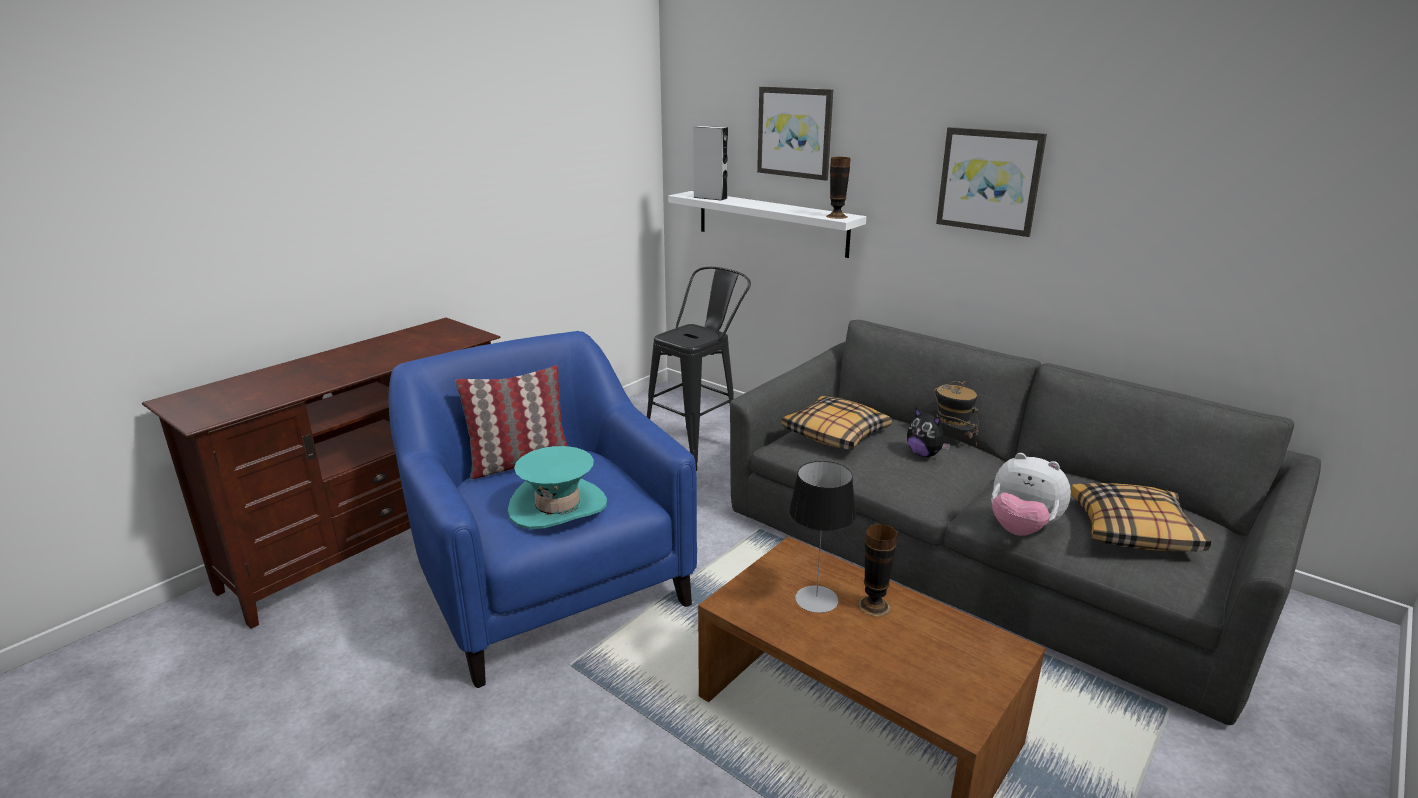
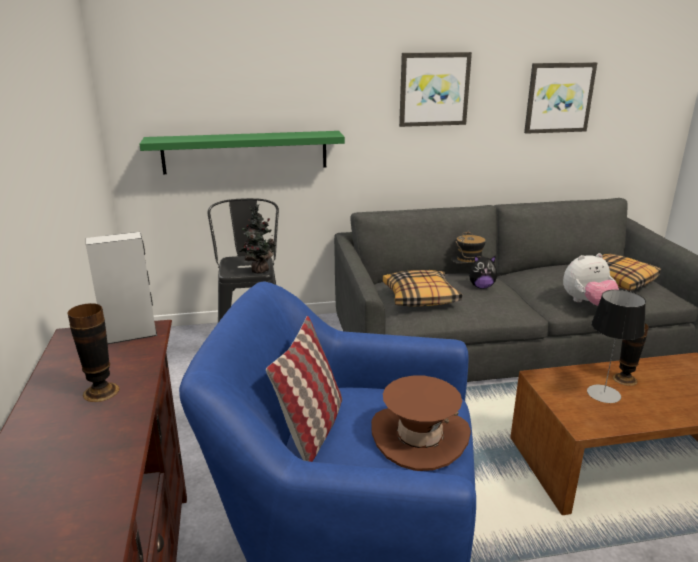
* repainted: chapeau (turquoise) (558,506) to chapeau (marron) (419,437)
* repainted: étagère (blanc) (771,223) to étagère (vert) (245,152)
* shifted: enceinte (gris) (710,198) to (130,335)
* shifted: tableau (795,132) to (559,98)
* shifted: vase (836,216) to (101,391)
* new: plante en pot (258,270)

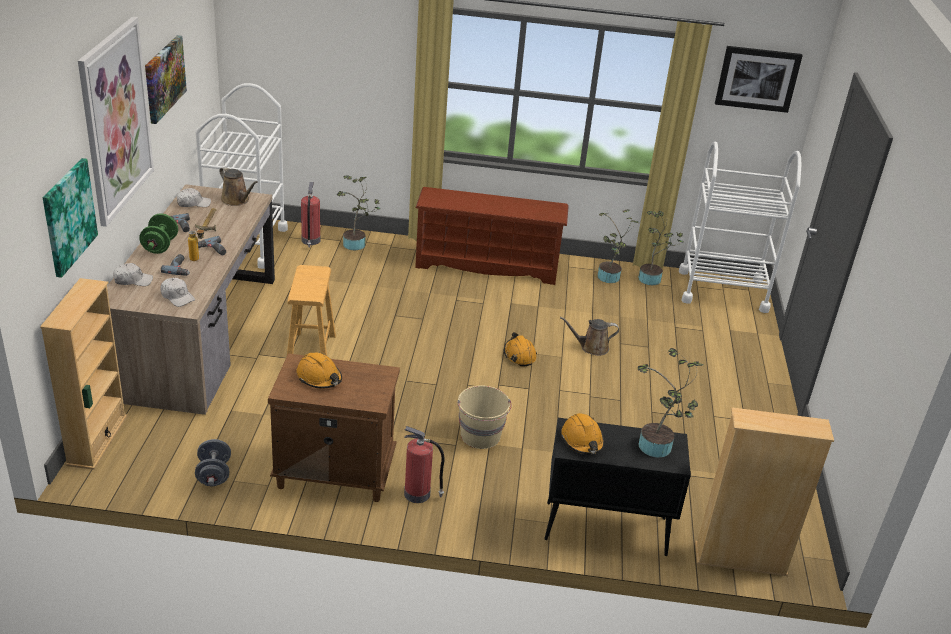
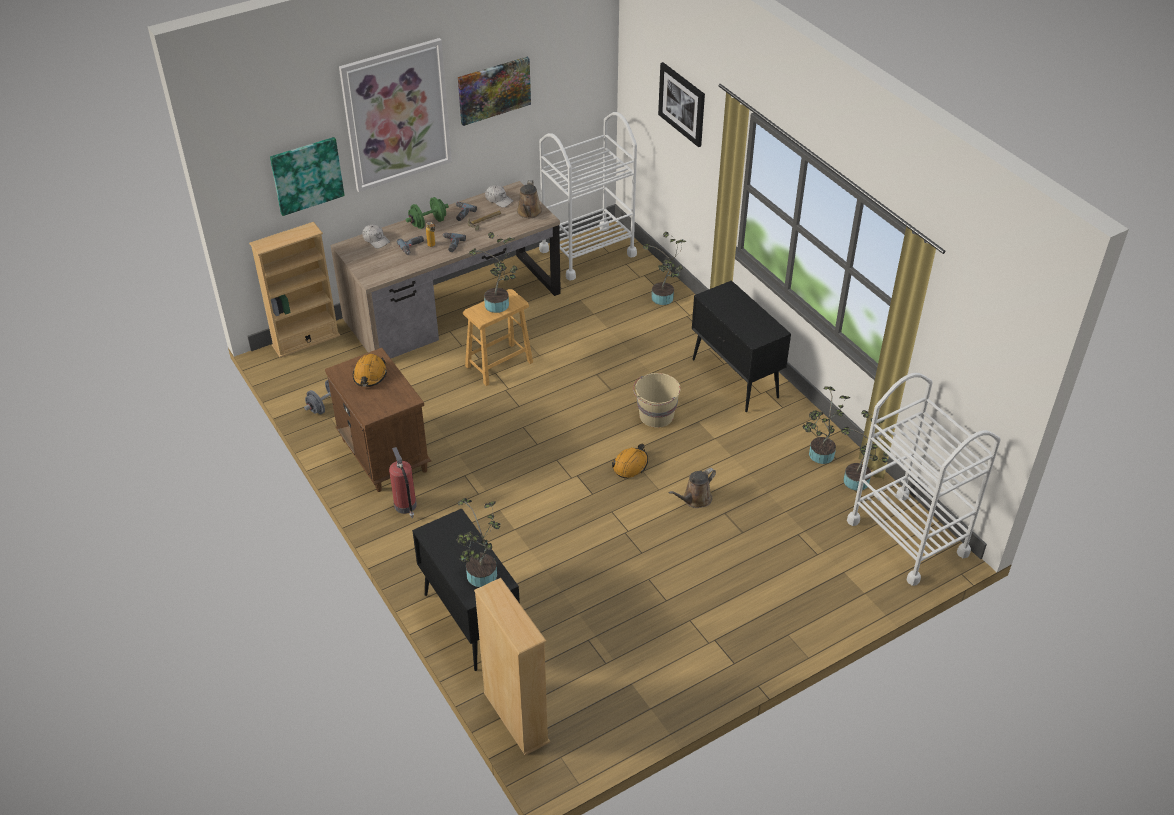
* gone: casquette (blanc) (177,297)
* gone: extincteur (310,241)
* swapped: étagère à chaussures (marron) (487,265) to meuble de rangement (noir) (735,379)
* shifted: seau (beige) (480,436) to (656,416)
* rotated: arrosoir (marron) (591,347) = (695,499) 90 degrees counterclockwise
* gone: casque de chantier (orange) (582,441)
* shifted: tableau (757,78) to (682,104)
* new: plante en pot (499,306)

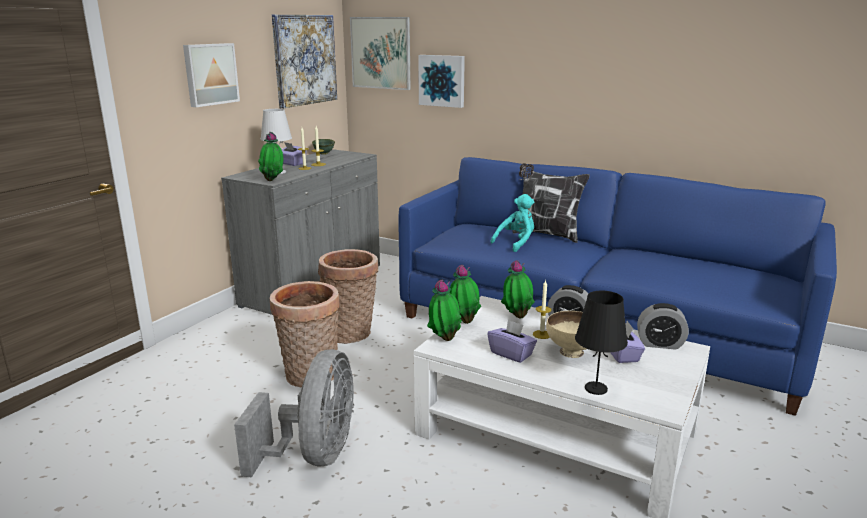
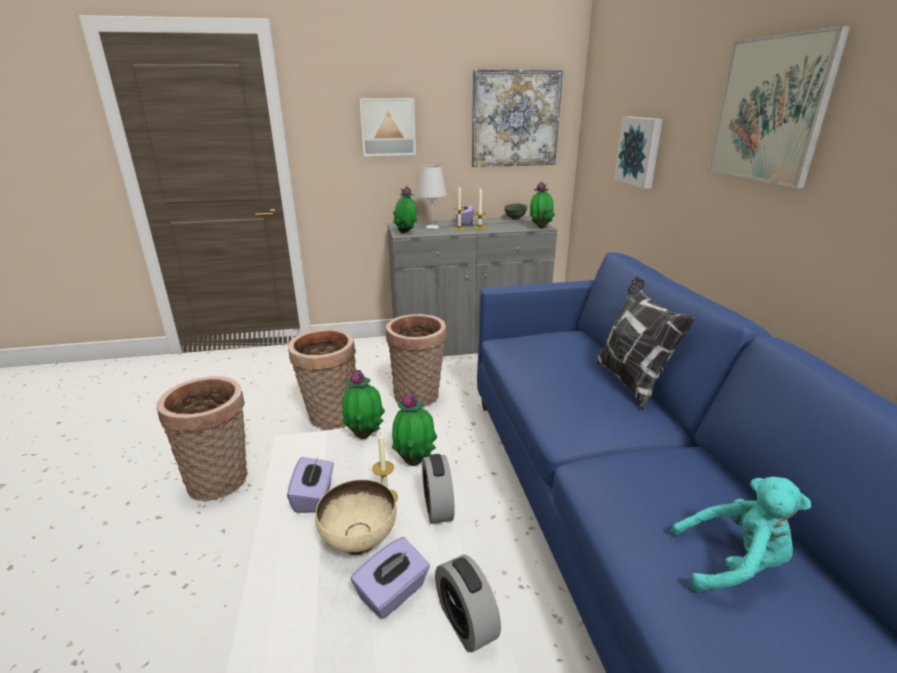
* swapped: ventilateur (gris) (315,455) to panier (222,481)
* shifted: tableau (381,53) to (770,110)
* shifted: plante en pot (444,339) to (540,227)
* shifted: peluche (turquoise) (516,243) to (732,564)
* gone: lampe de table (noir) (595,388)

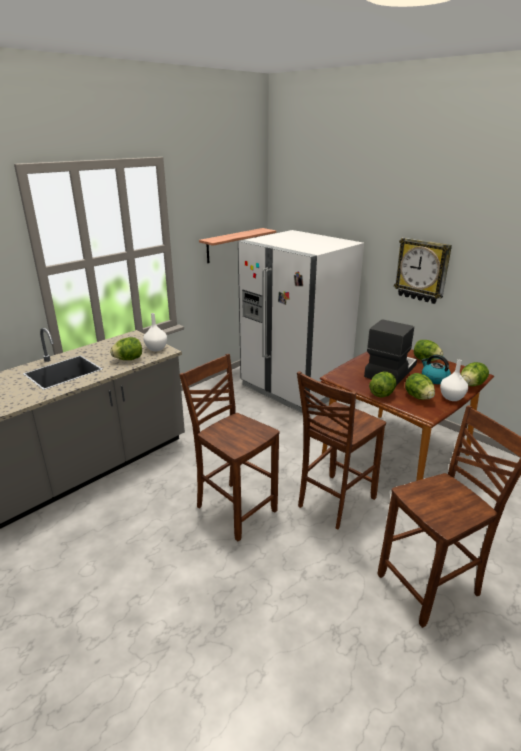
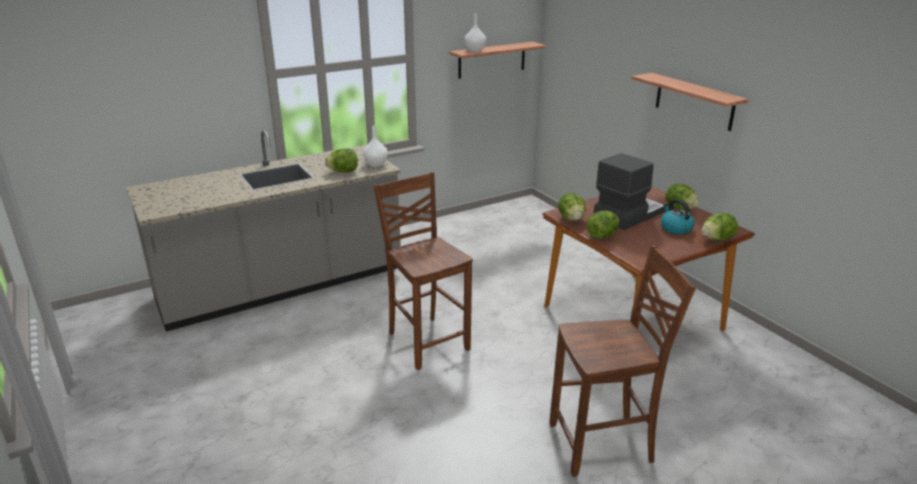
* gone: réfrigérateur (blanc) (295,387)
* gone: chaise (marron) (334,502)
* swapped: horloge murale (422,270) to étagère (694,101)
* shifted: laitue (418,397) to (571,219)
* shifted: vase (blanc) (452,398) to (475,51)

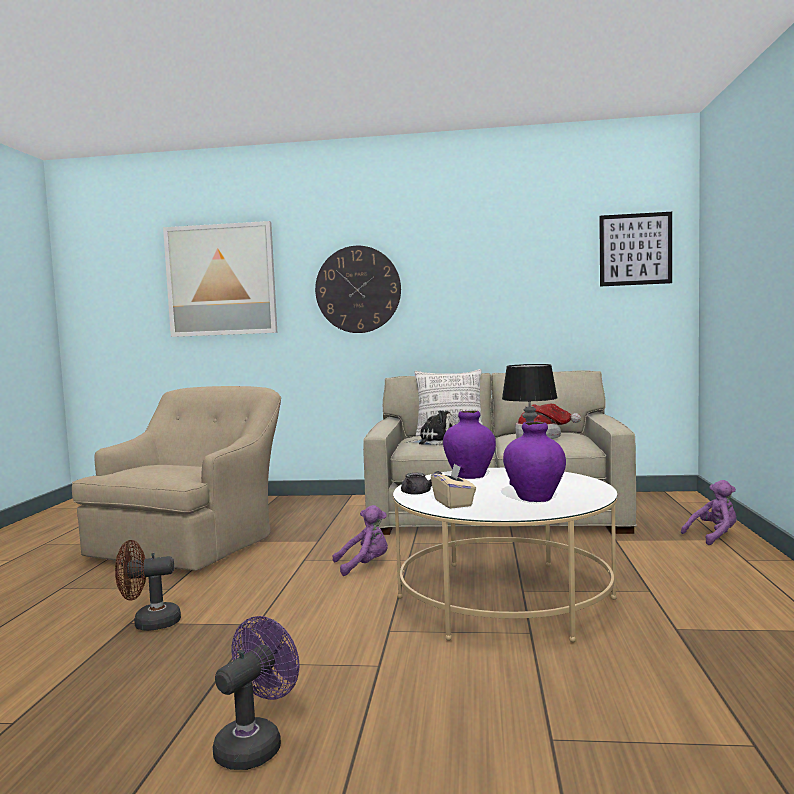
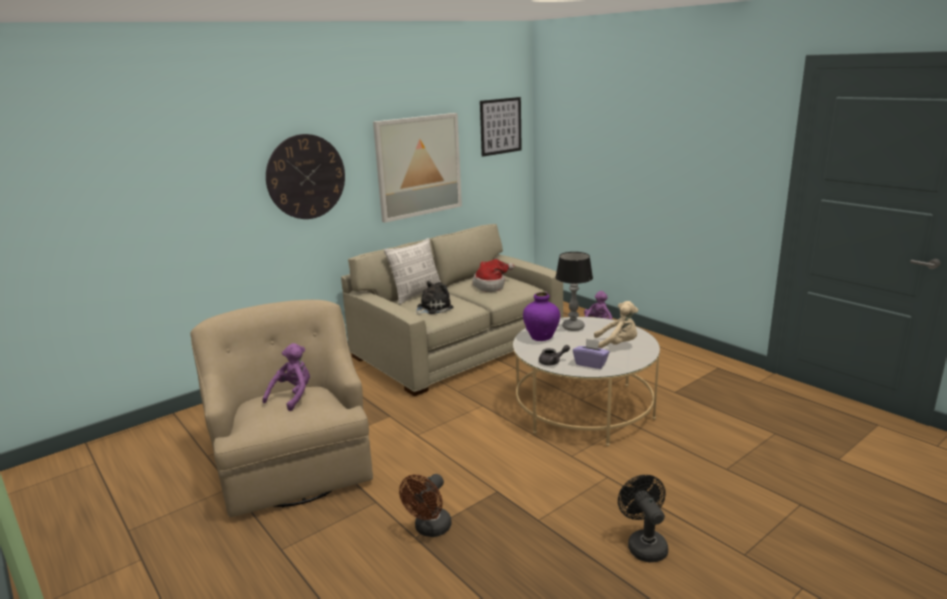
* shifted: tableau (221,280) to (418,166)
* repainted: ventilateur (violet) (255,744) to ventilateur (noir) (644,544)
* shifted: peluche (violet) (364,565) to (293,396)
* repainted: boîte à mouchoirs (beige) (453,503) to boîte à mouchoirs (violet) (591,364)
* swapped: vase (violet) (534,498) to peluche (beige) (617,345)

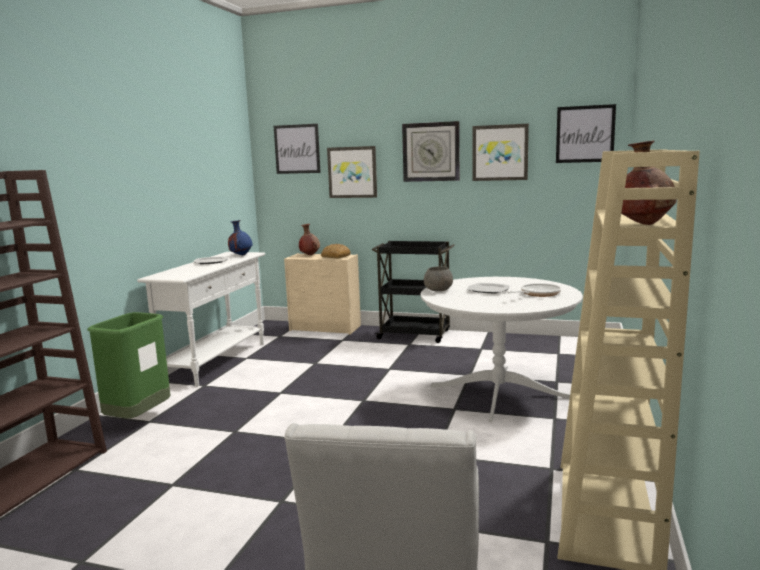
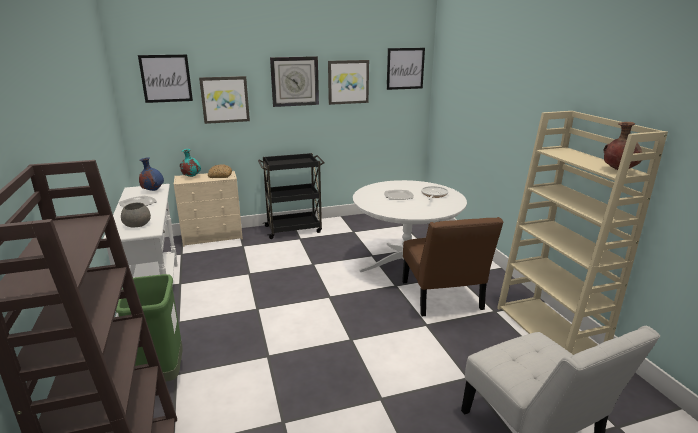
* repainted: vase (marron) (309,255) to vase (turquoise) (191,177)
* shifted: bol (gris) (438,289) to (137,224)
* new: chaise (marron) (442,298)

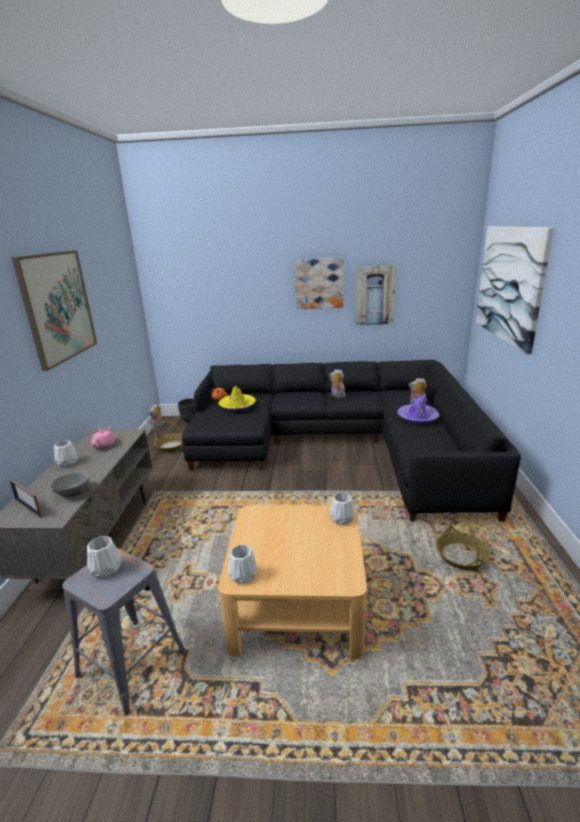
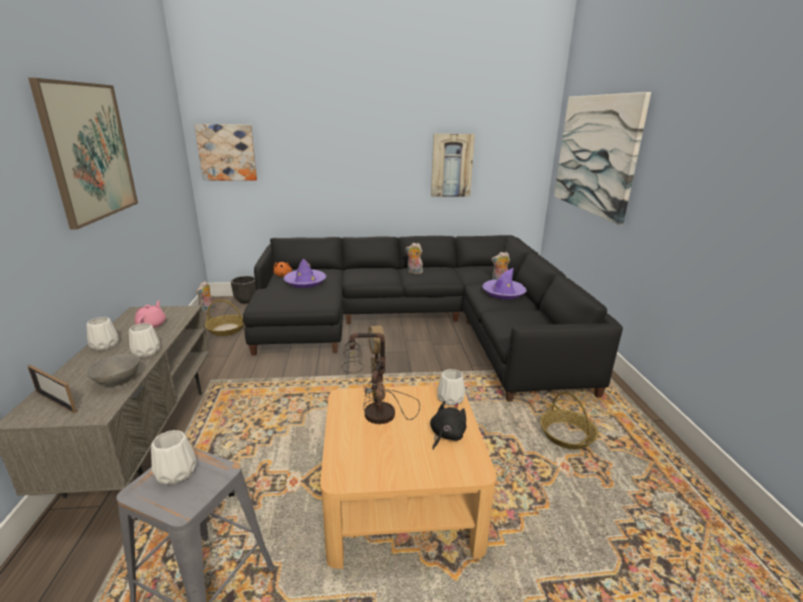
* repainted: chapeau (jaune) (237,406) to chapeau (violet) (305,282)
* shifted: vase (blanc) (244,575) to (147,352)
* shifted: tableau (319,283) to (227,152)
* new: lampe de table (378,416)
* new: peluche (noir) (446,435)

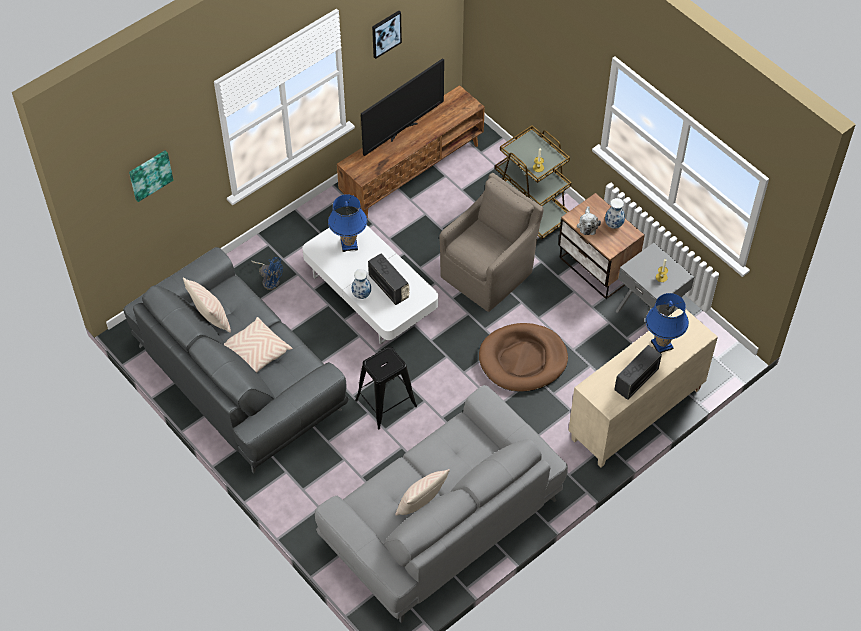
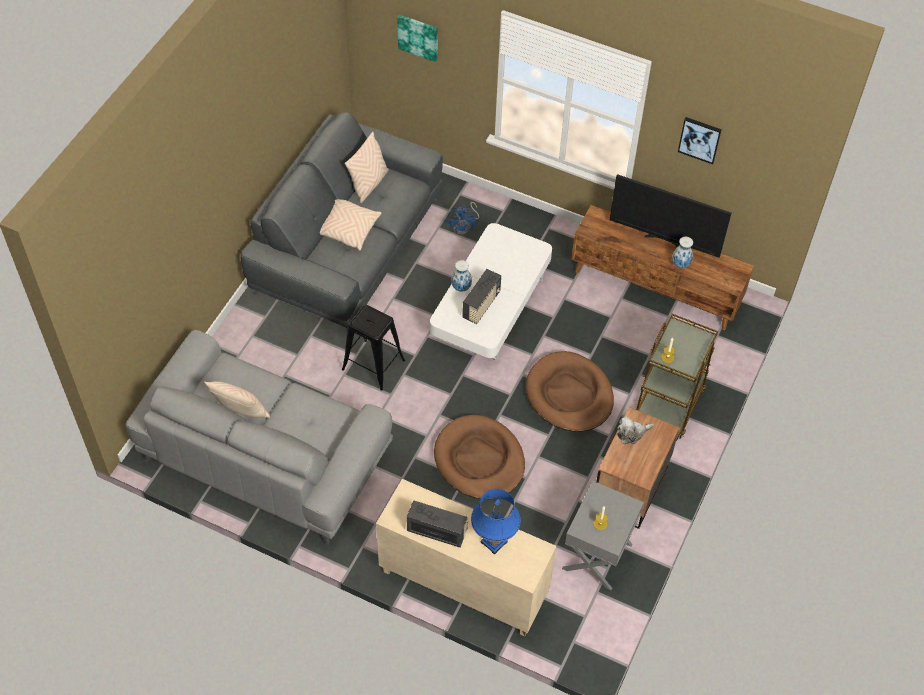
* gone: lampe de table (bleu) (349,245)
* swapped: fauteuil (marron) (489,273) to panier pour chien (marron) (569,395)
* shifted: vase (614,225) to (680,264)

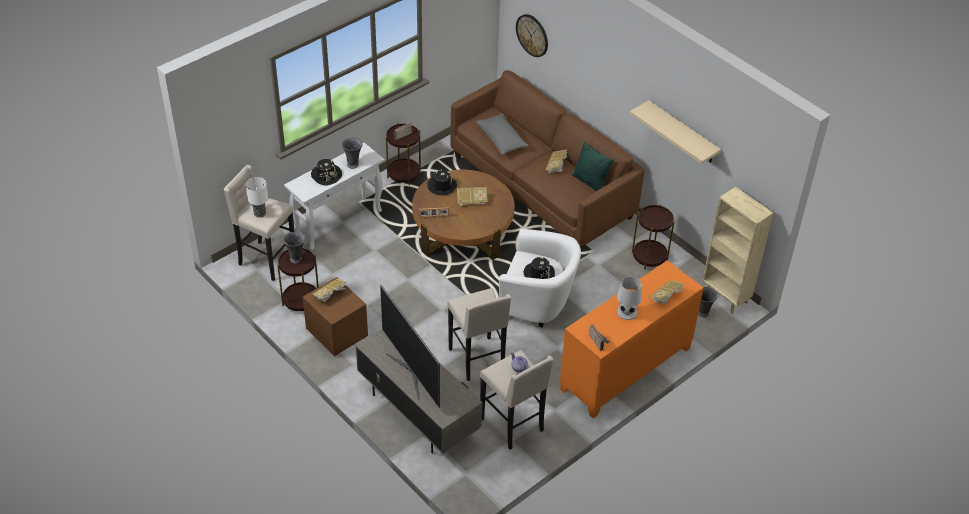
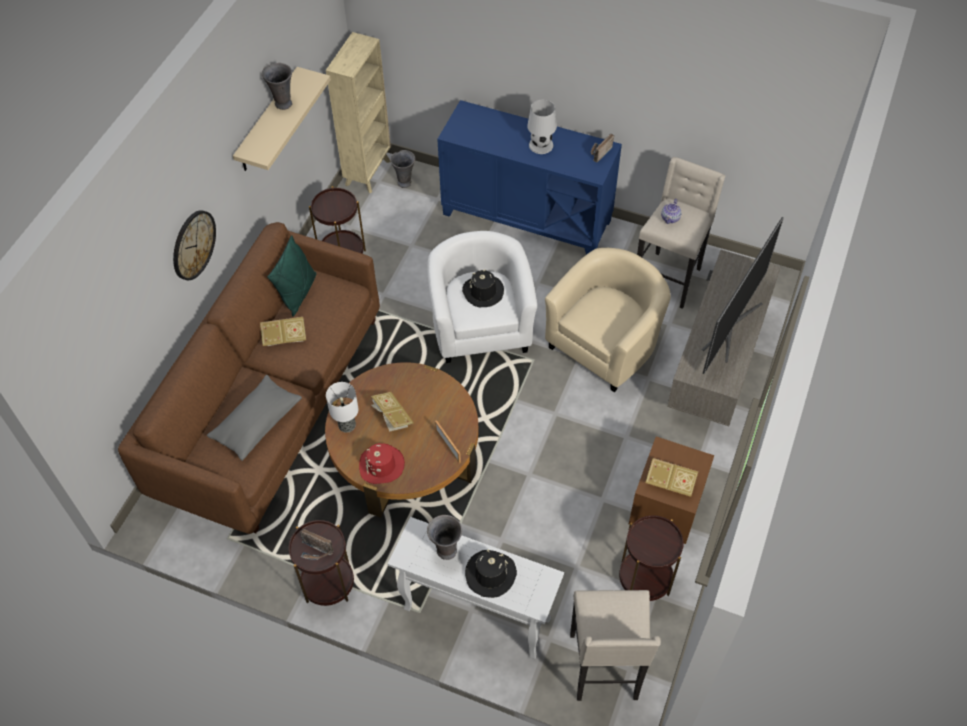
* shifted: lampe de table (260,213) to (346,425)
* shifted: vase (gris) (296,259) to (283,103)
* repainted: chapeau (noir) (441,186) to chapeau (rouge) (381,465)
* swapped: tabouret (beige) (478,360) to fauteuil (beige) (605,345)
* shifted: horloge murale (532,35) to (193,245)
* repainted: meuble de rangement (orange) (626,369) to meuble de rangement (bleu) (527,217)
* gone: livre (666,297)

